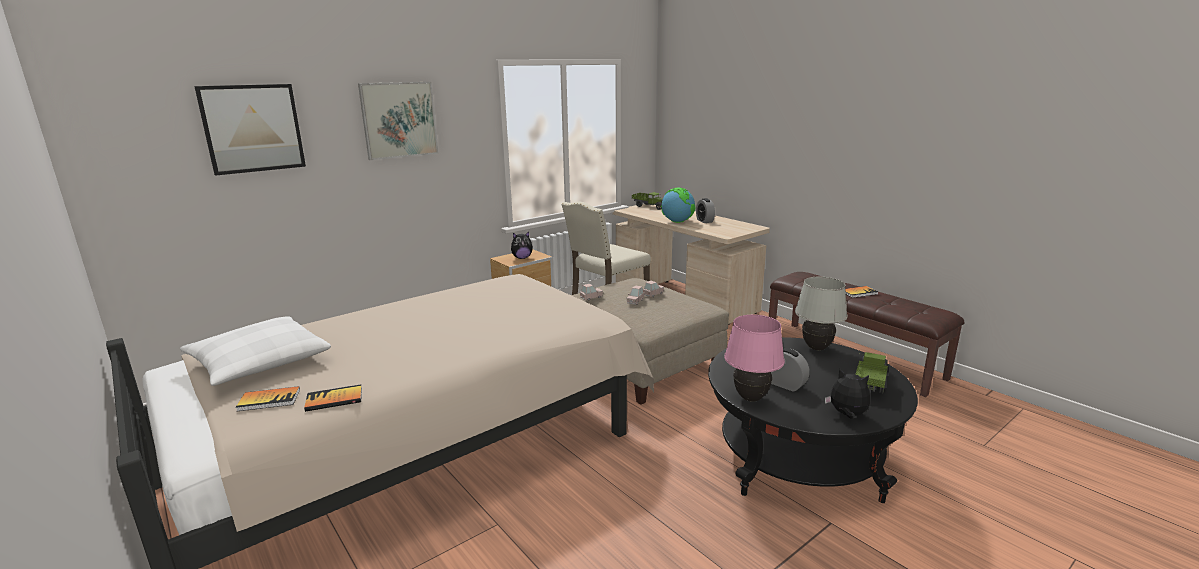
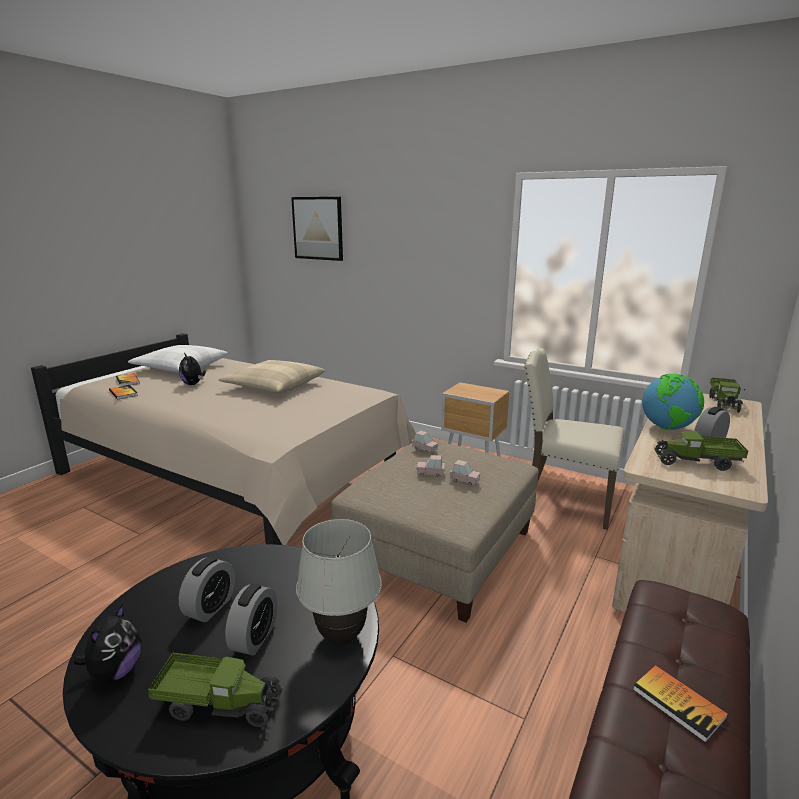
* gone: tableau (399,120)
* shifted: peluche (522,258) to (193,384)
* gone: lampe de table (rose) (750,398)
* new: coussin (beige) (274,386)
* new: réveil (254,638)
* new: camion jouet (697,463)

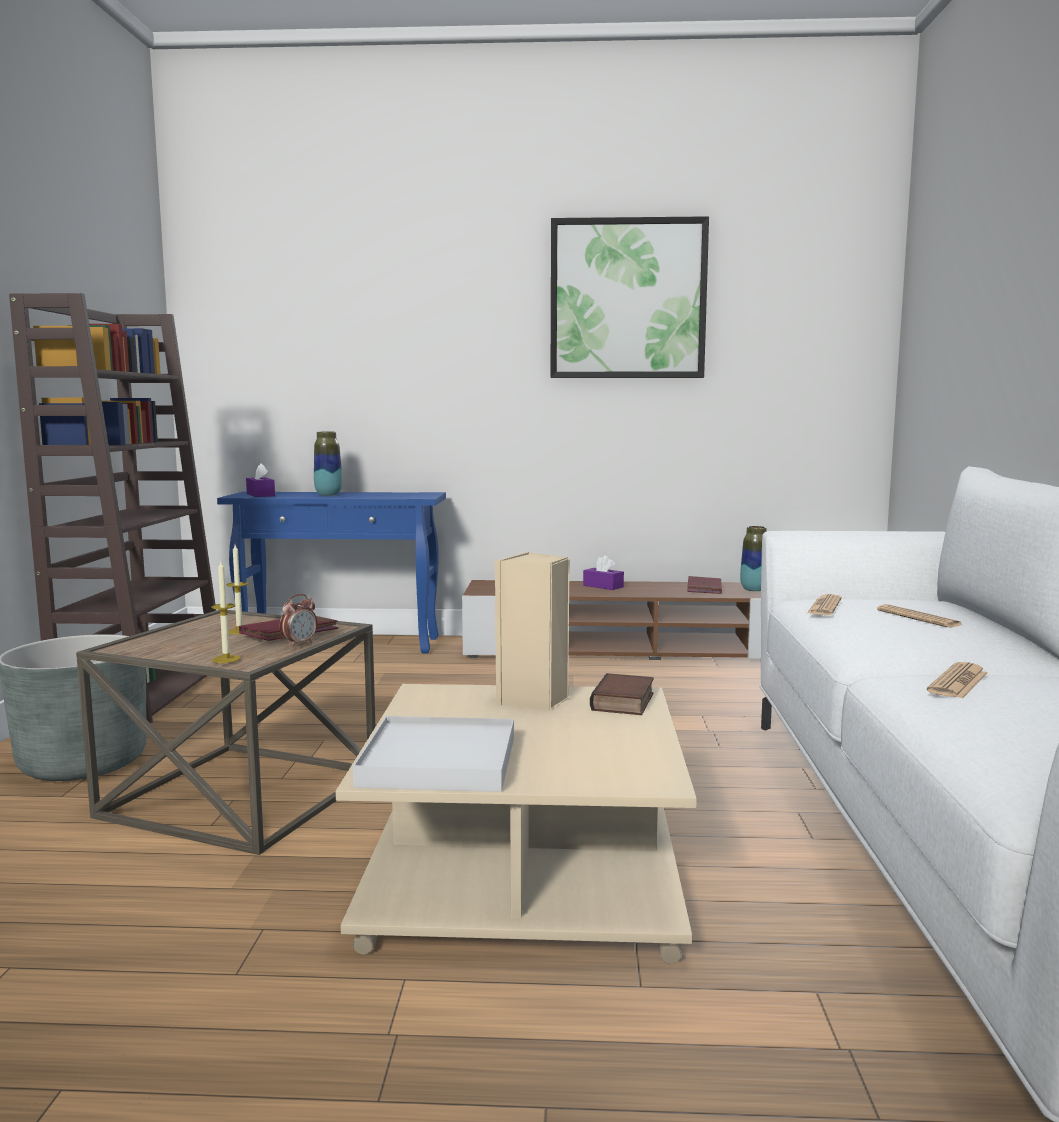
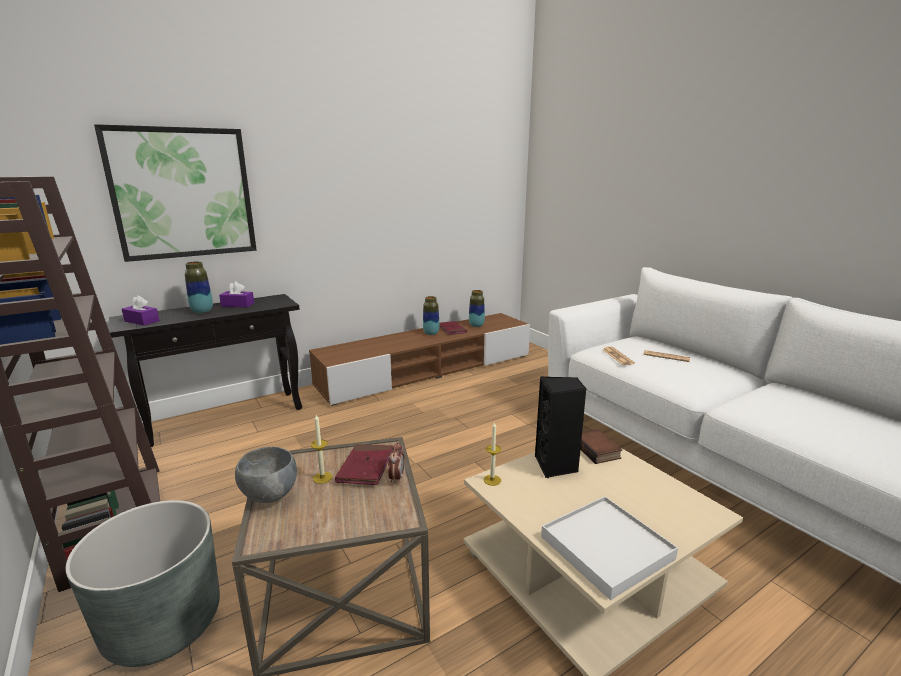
* shifted: bougie (226,659) to (492,480)
* repainted: table console (bleu) (342,644) to table console (noir) (227,417)
* repainted: enceinte (beige) (533,700) to enceinte (noir) (556,466)
* shifted: tableau (627,299) to (183,193)
* shifted: boîte à mouchoirs (violet) (603,586) to (237,305)
* gone: journal (958,682)
* new: bol (gris) (269,495)
* new: vase (431,333)

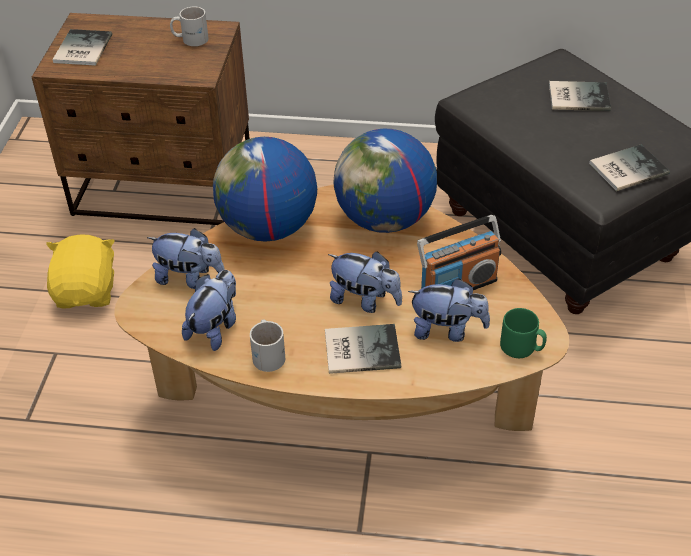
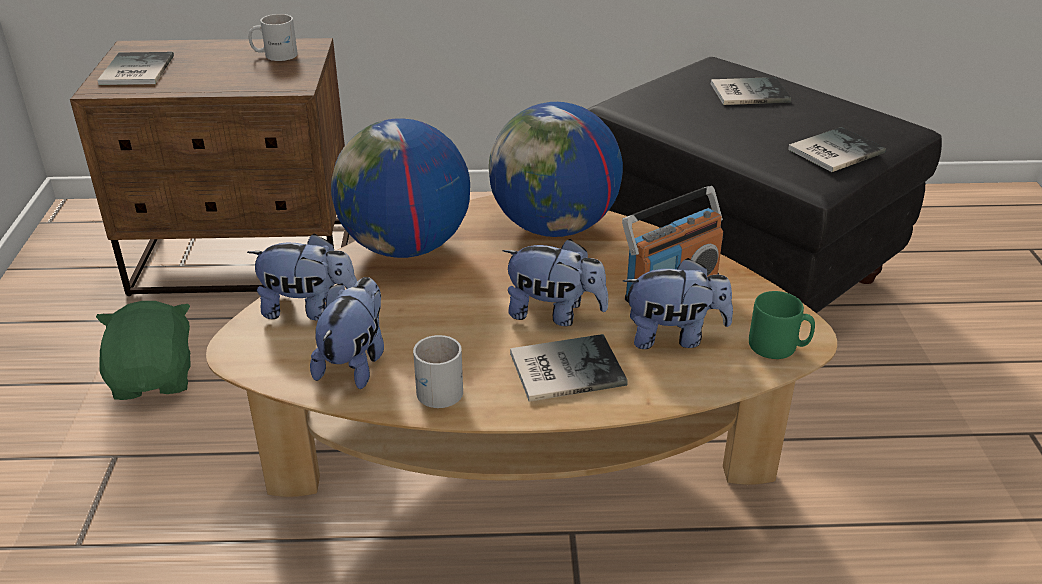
* repainted: peluche (jaune) (87,292) to peluche (vert) (155,378)

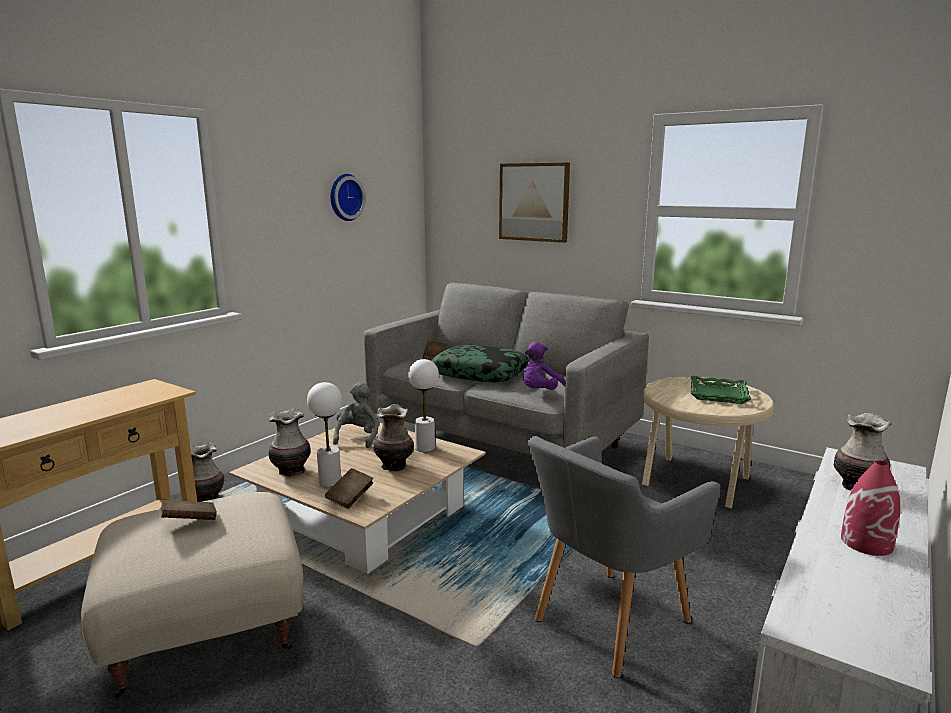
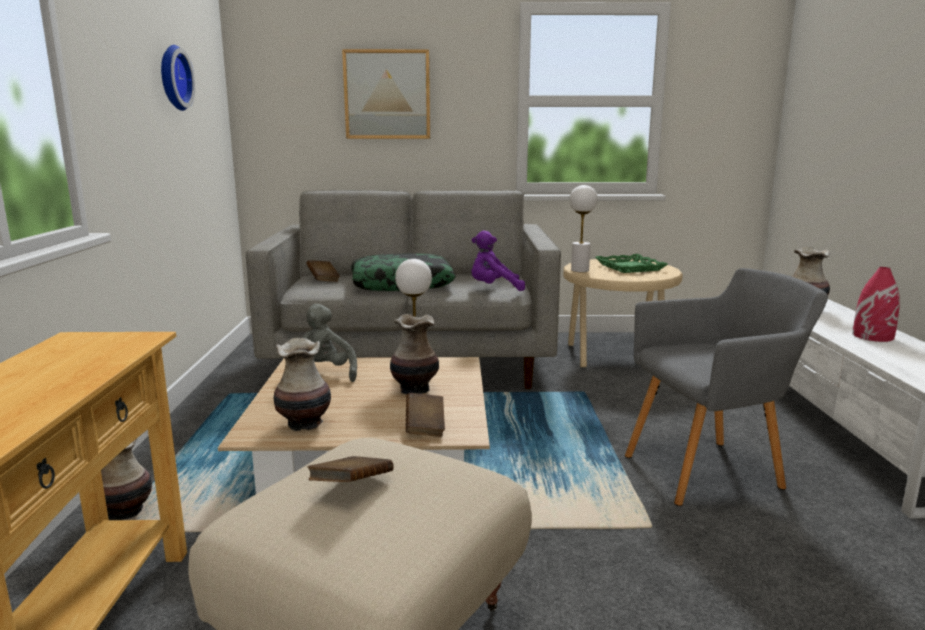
* shifted: lampe de table (blanc) (330,481) to (580,270)
* rotated: peluche (violet) (541,393) = (494,289) 75 degrees clockwise
* rotated: fauteuil (gris) (606,623) = (709,470) 120 degrees counterclockwise

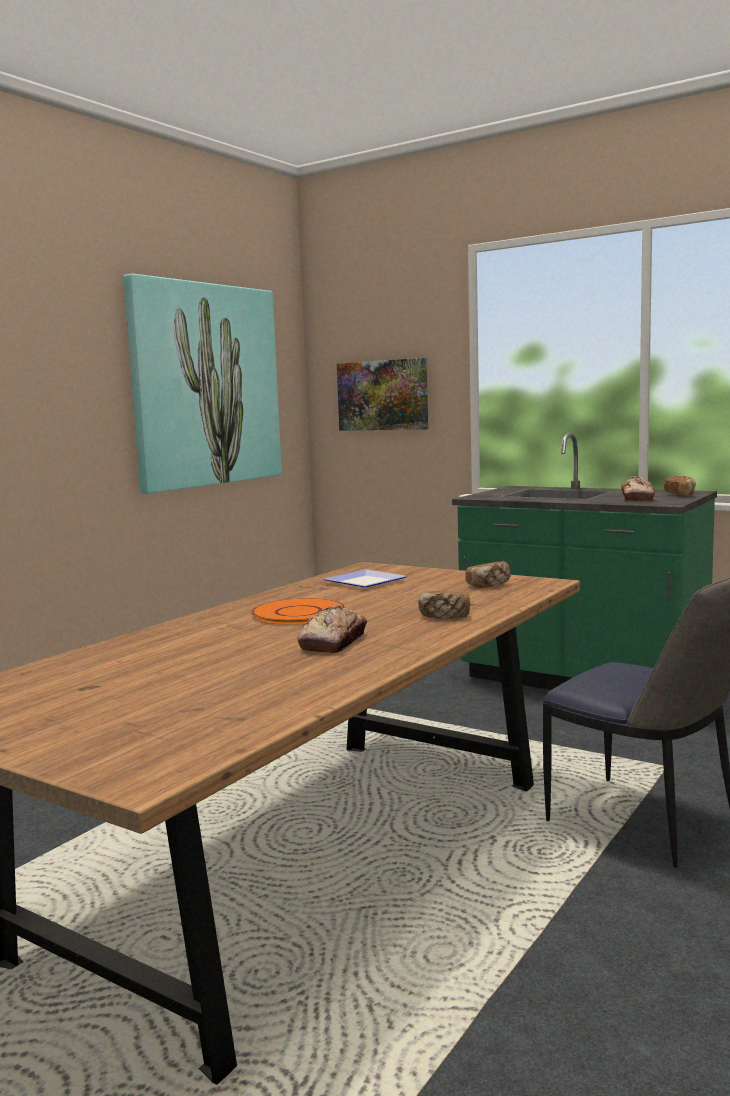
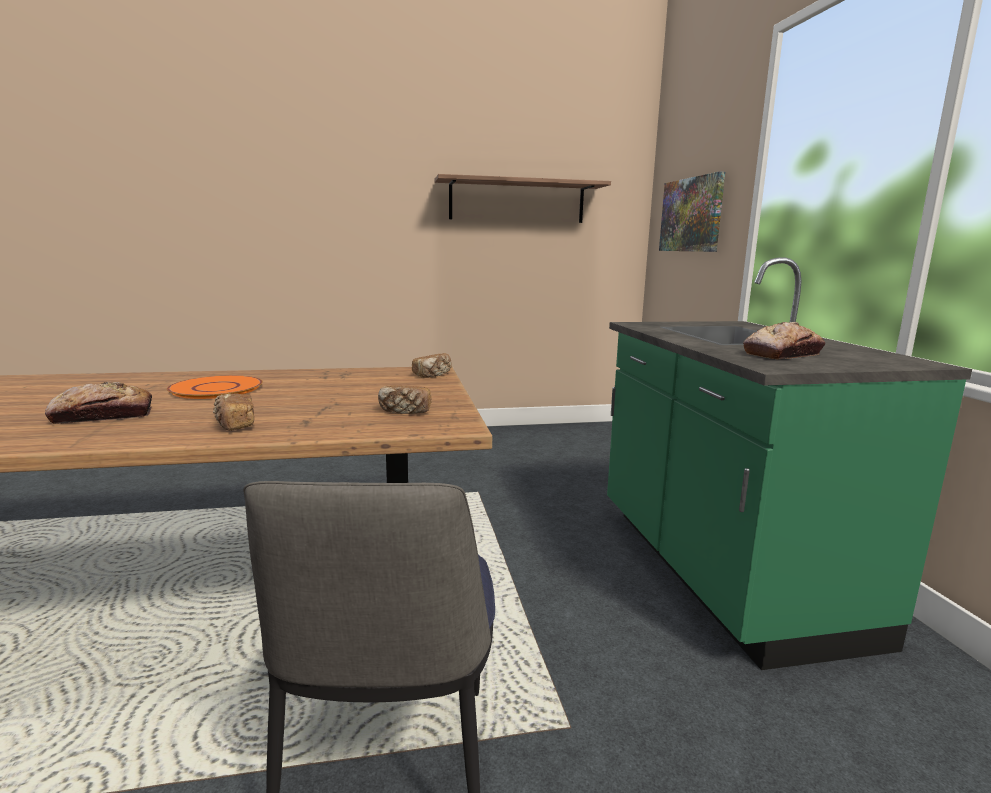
* swapped: tableau (205,385) to étagère (517,201)
* gone: assiette (362,582)
* shifted: pain (680,494) to (433,375)

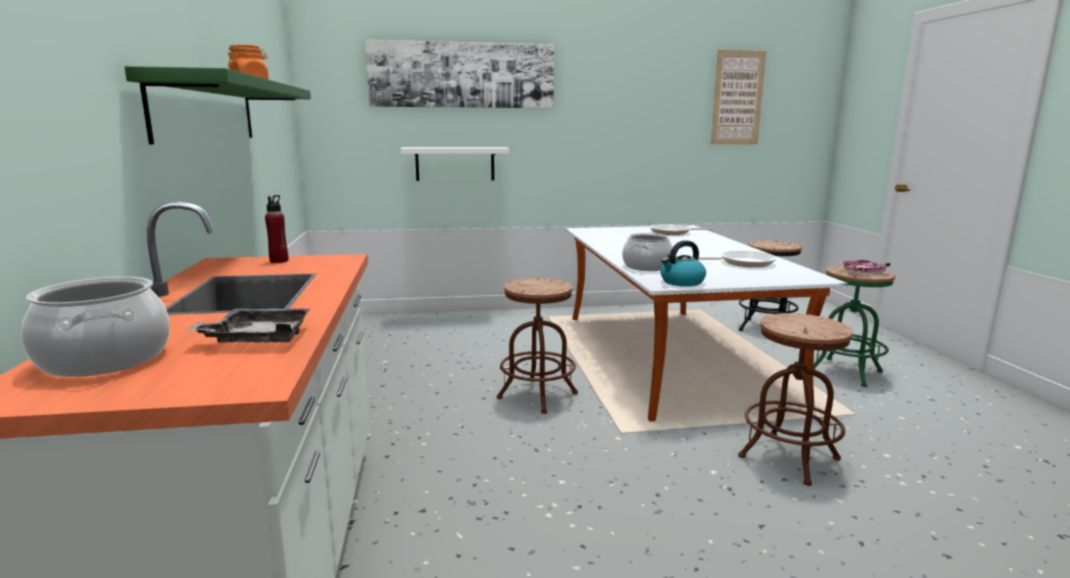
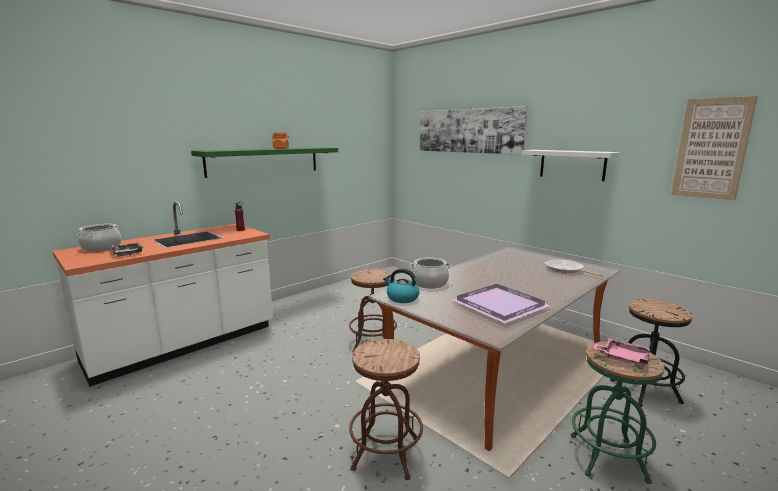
* shifted: étagère (blanc) (455,163) to (572,164)
* swapped: poêle (743,263) to plateau (violet) (499,305)

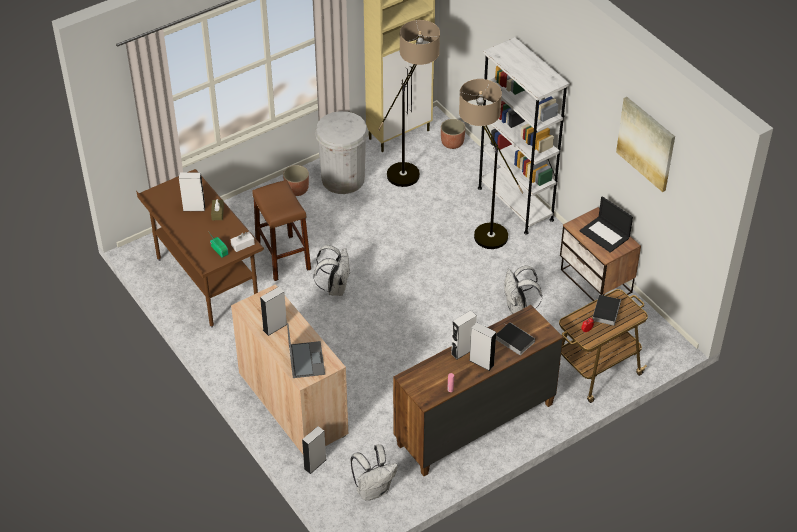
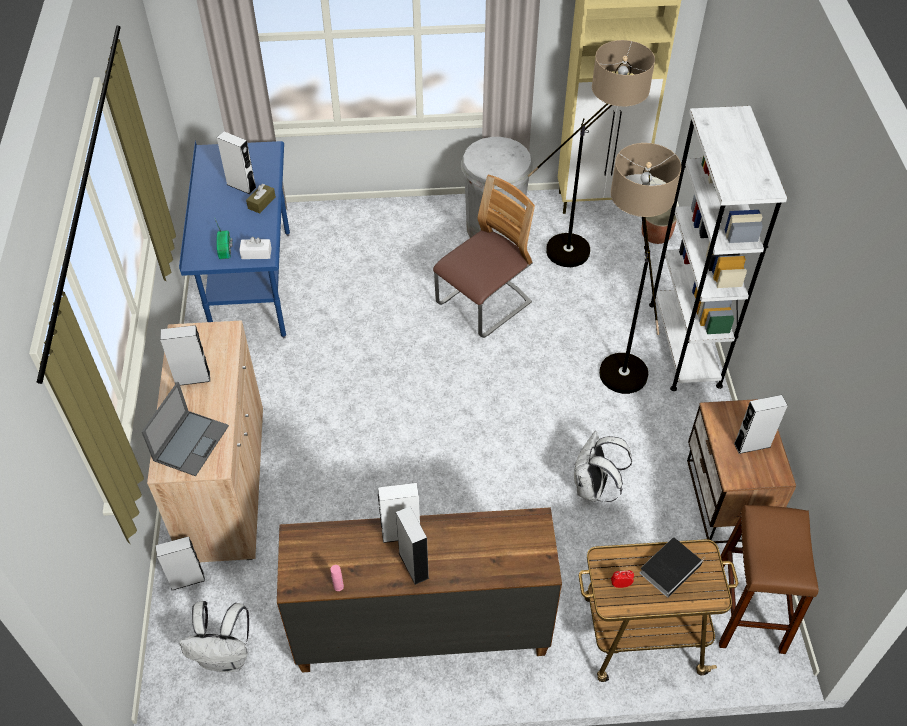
* repainted: bureau (marron) (207,282) to bureau (bleu) (252,286)
* shifted: tabouret (marron) (283,258) to (748,609)
* gone: cache-pot (297,190)
* gone: sac à dos (blanc) (335,287)
* gone: livre (513,340)
* swapped: ordinateur portable (605,234) to enceinte (gris) (752,445)
* gone: tableau (646,143)
* new: chaise (483,304)

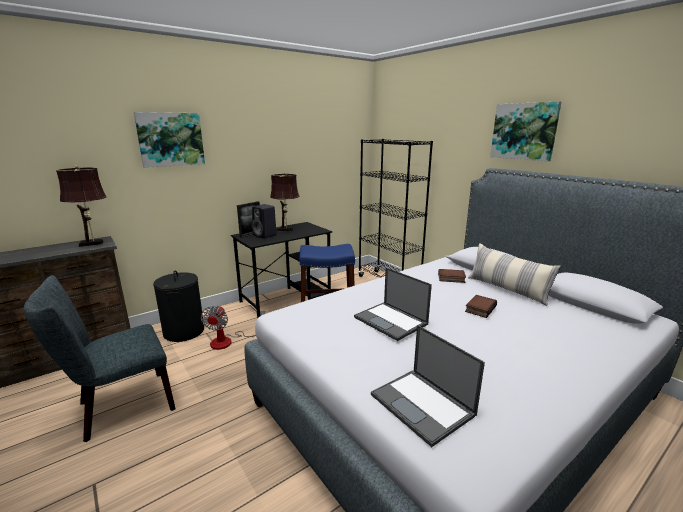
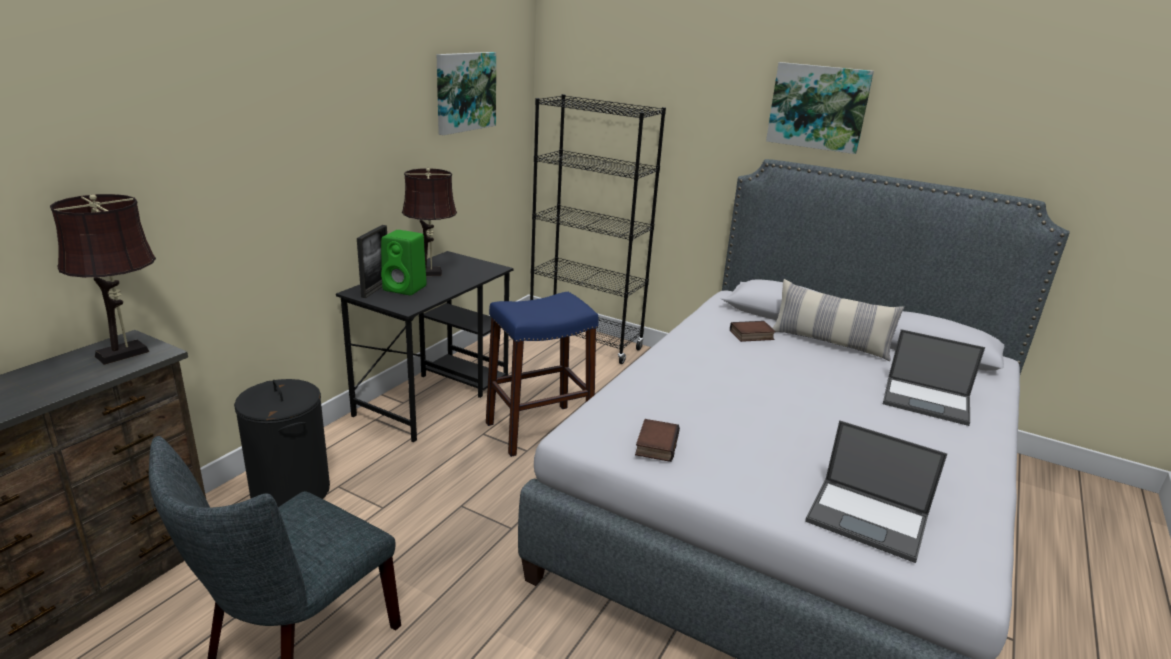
* shifted: tableau (170,139) to (465,92)
* gone: ventilateur (228,341)
* repainted: enceinte (noir) (265,235) to enceinte (vert) (406,288)
* shifted: ordinateur portable (391,321) to (927,401)
* shifted: livre (479,308) to (655,444)

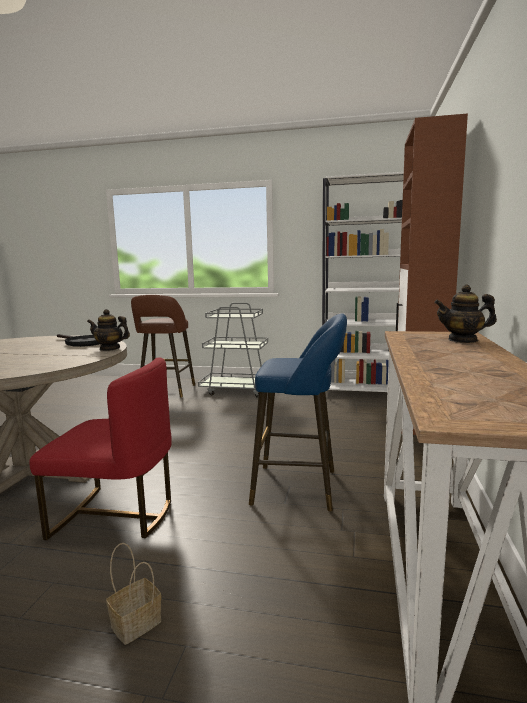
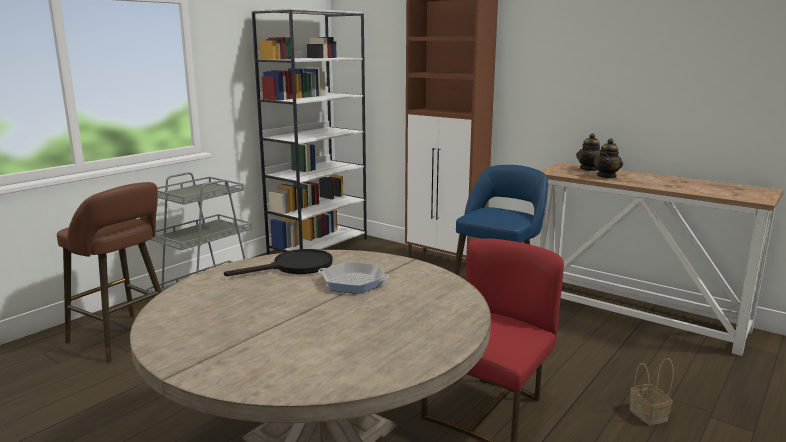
* shifted: théière (110,348) to (607,176)
* new: poêle (353,282)

